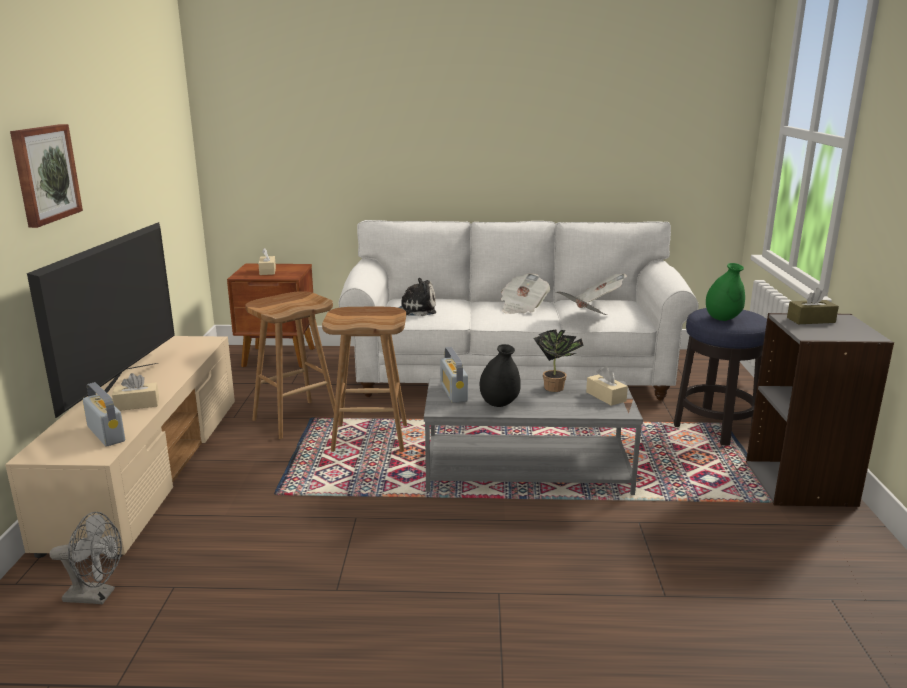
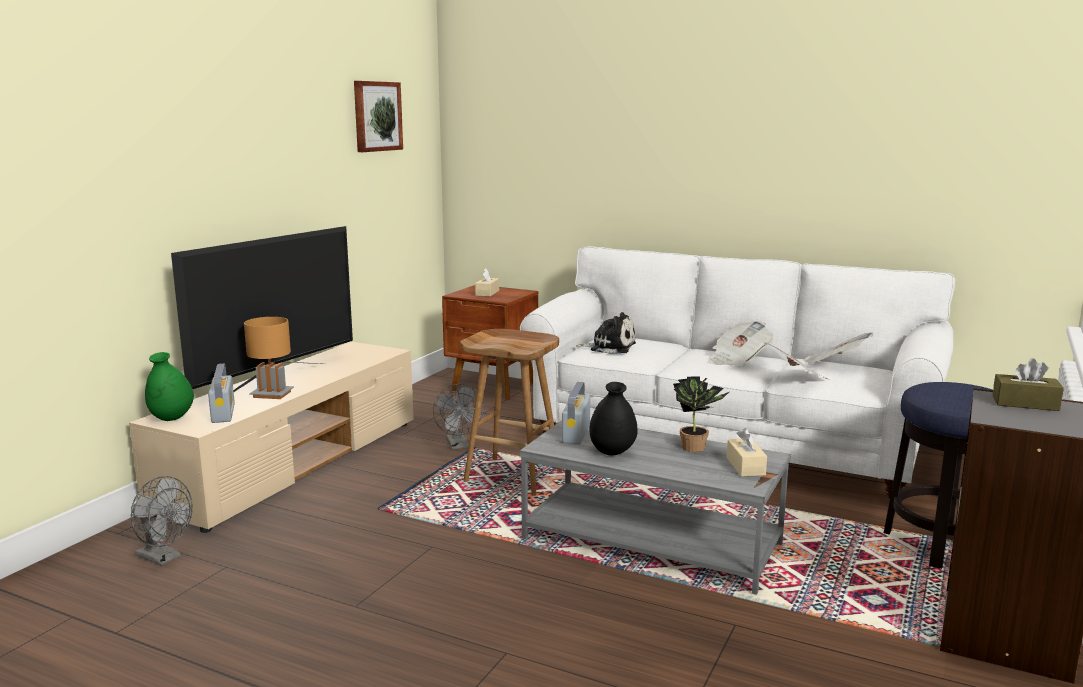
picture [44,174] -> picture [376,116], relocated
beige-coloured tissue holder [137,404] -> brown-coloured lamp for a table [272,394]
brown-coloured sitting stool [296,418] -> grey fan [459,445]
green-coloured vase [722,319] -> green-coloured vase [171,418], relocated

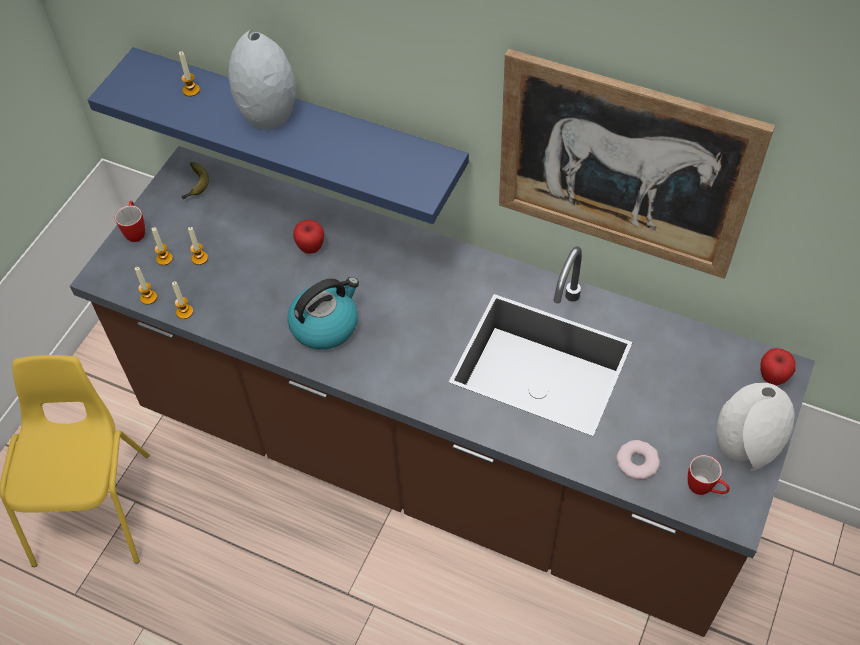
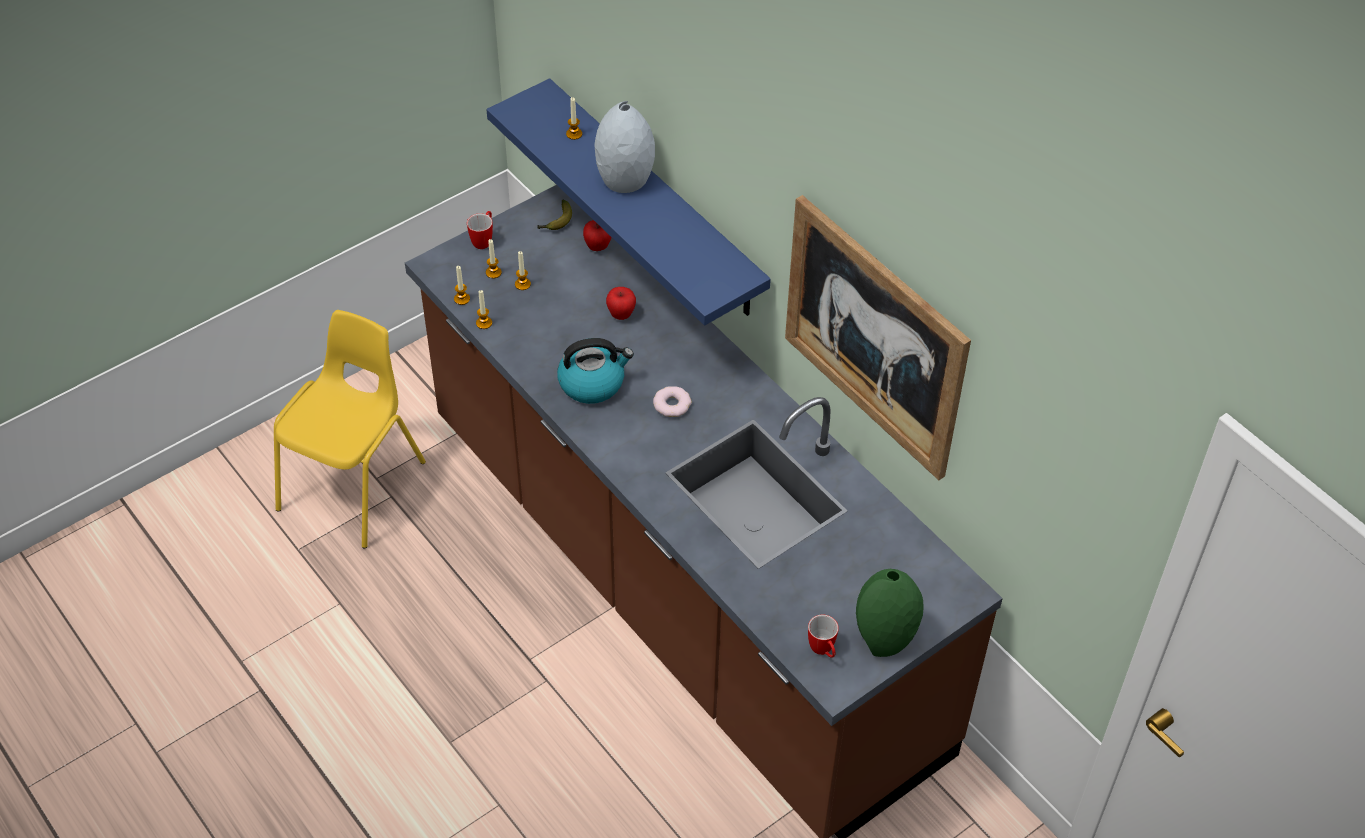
donut [637,462] -> donut [672,404], relocated
whitish vase [746,449] -> green-coloured vase [883,638]
apple fruit [772,377] -> apple fruit [598,246], relocated

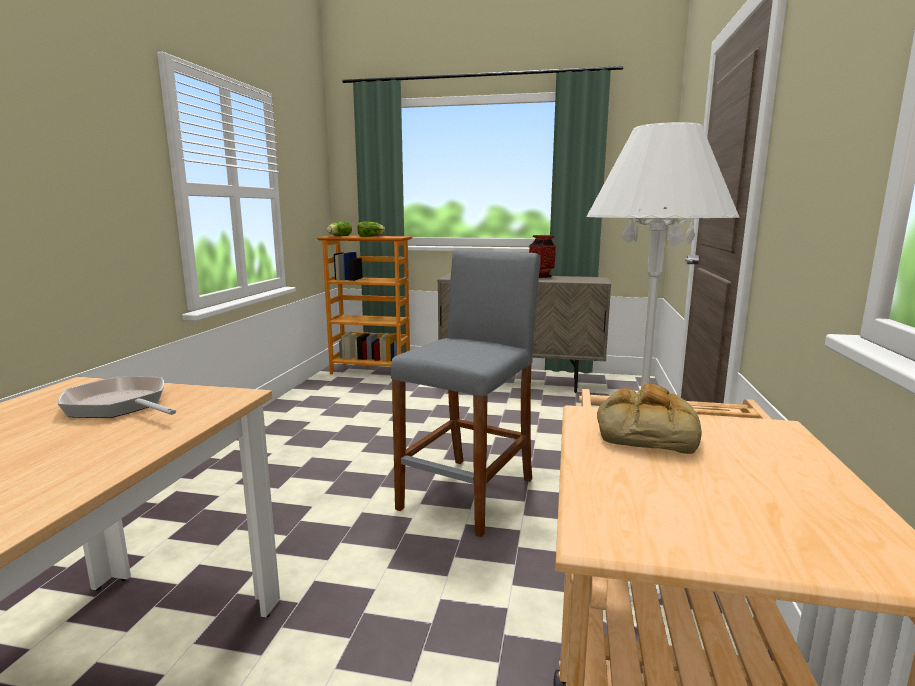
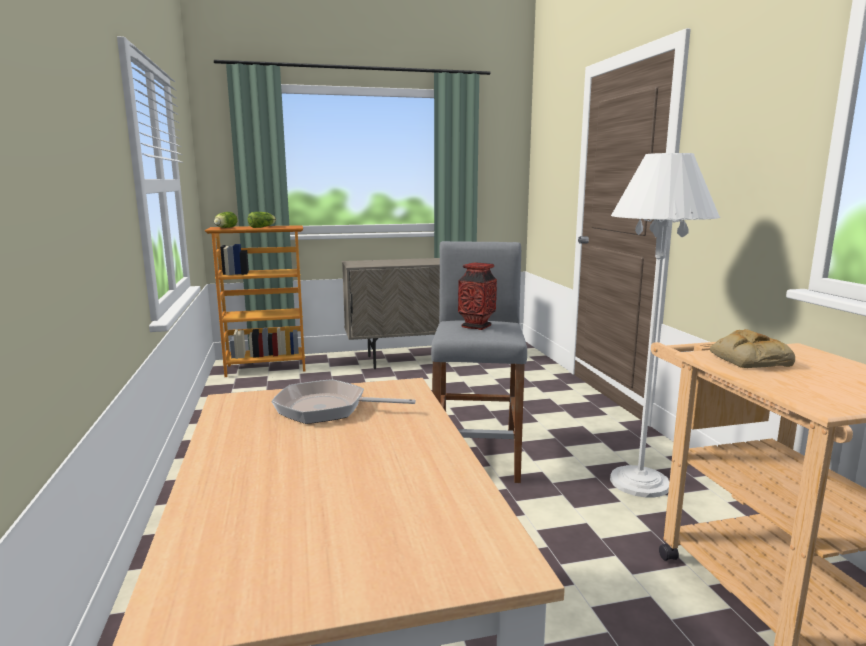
vase [541,277] -> vase [476,326], relocated

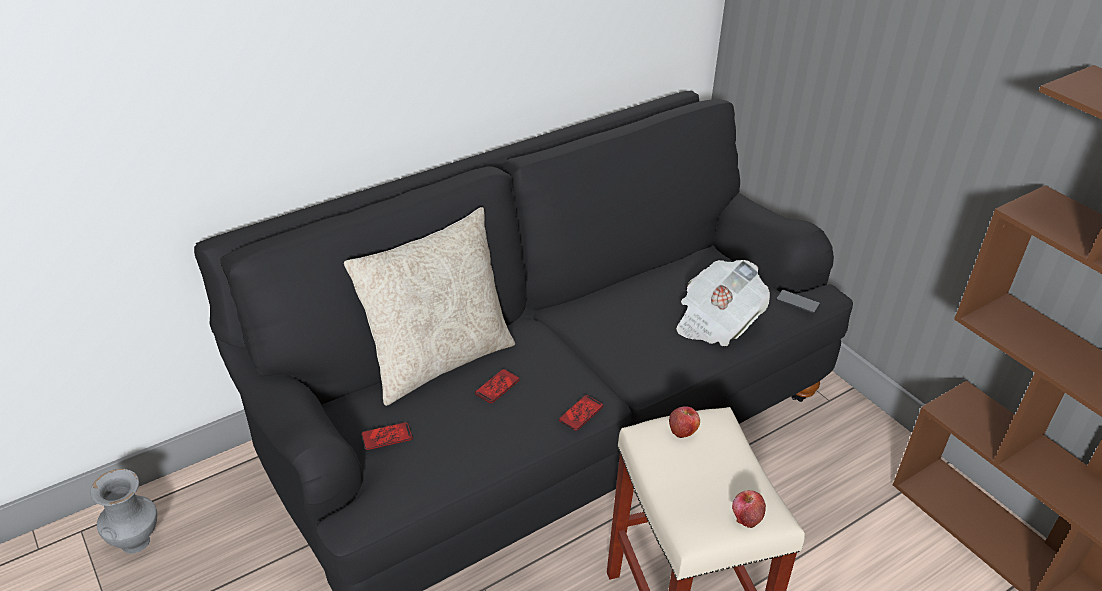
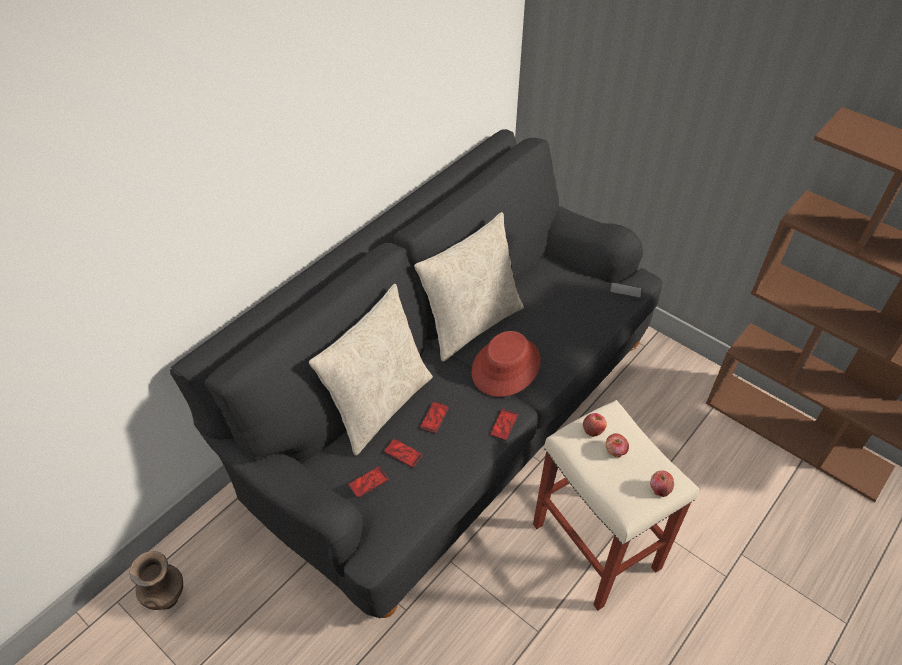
grey vase [136,540] -> brown-coloured vase [167,597]
daily paper [716,321] -> none
none -> handset [403,453]
none -> beige-coloured cushion [471,323]
none -> reddish hat [506,367]
none -> apple fruit [615,451]

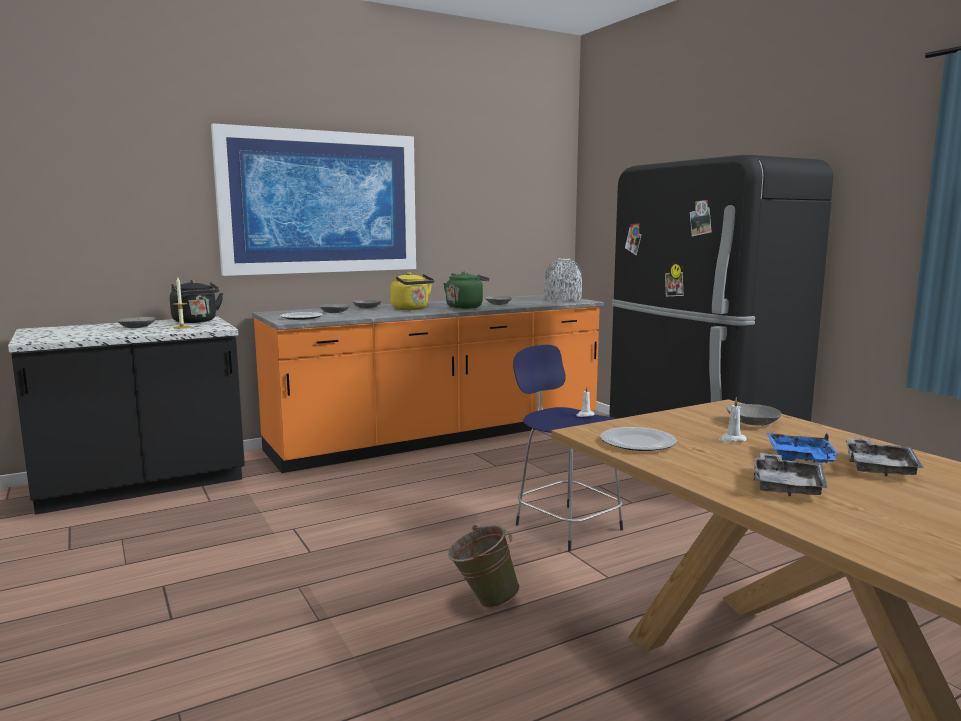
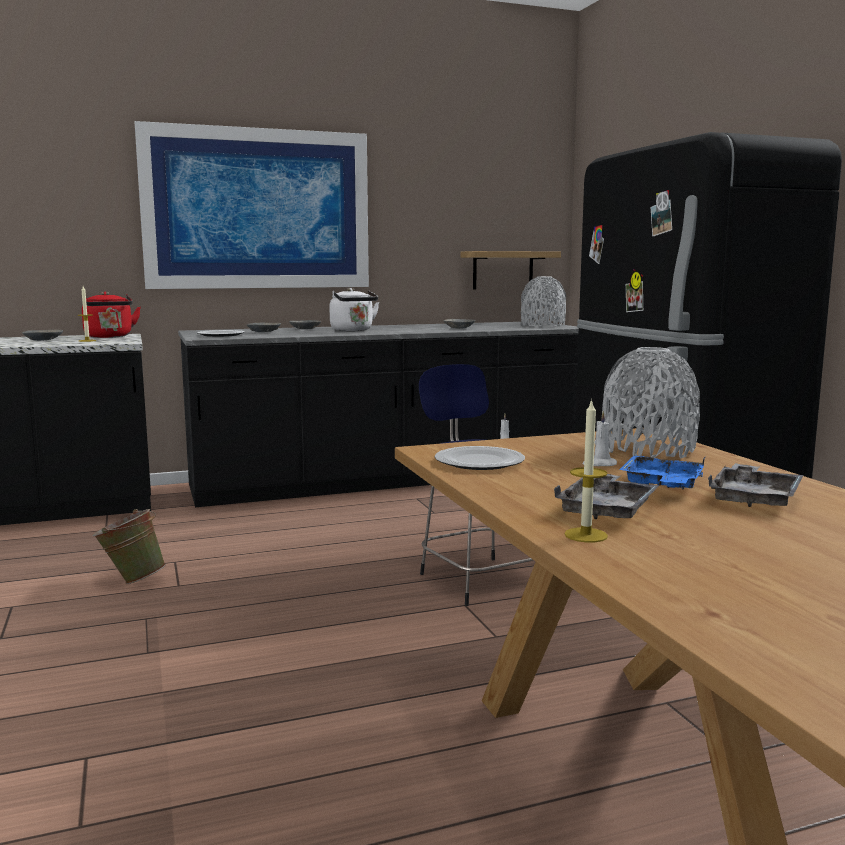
black-coloured kettle [196,321] -> reddish kettle [109,337]
orange counter [440,436] -> black-coloured counter [388,479]
yellow-coloured kettle [411,309] -> whitish kettle [353,330]
green-coloured kettle [465,307] -> none
green-coloured pail [483,601] -> green-coloured pail [131,580], relocated
grey serving bowl [752,422] -> grey vase [647,449]
none -> bracket shelf [503,270]
none -> wax light [586,535]

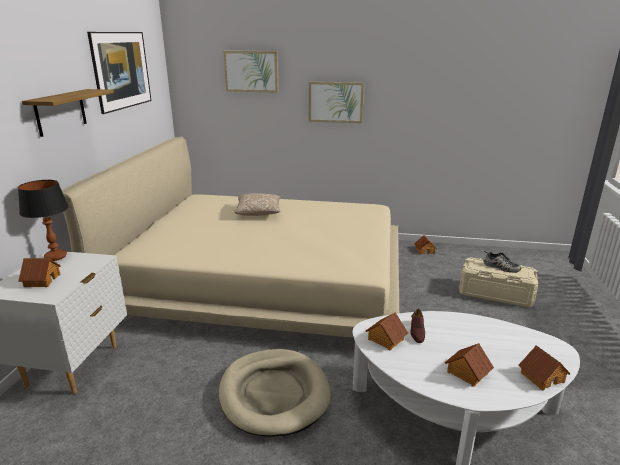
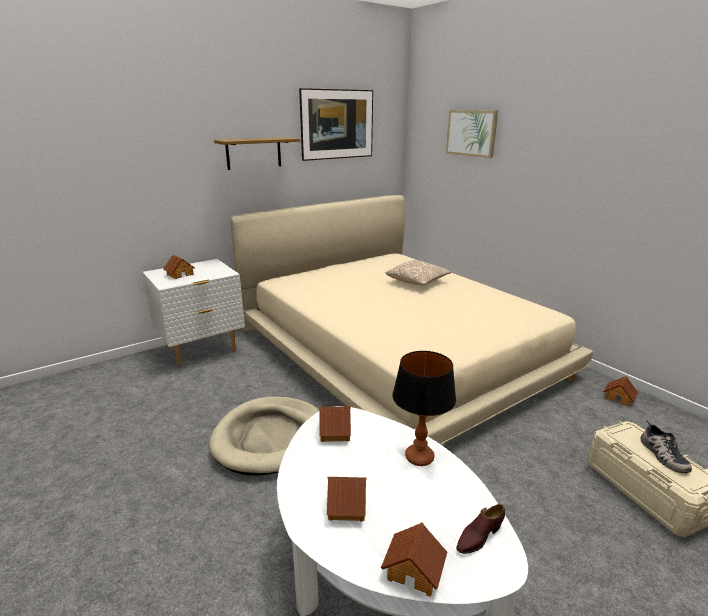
lamp for a table [55,257] -> lamp for a table [419,457], relocated
picture [335,102] -> none
brown-coloured low shoe [417,332] -> brown-coloured low shoe [479,536], relocated

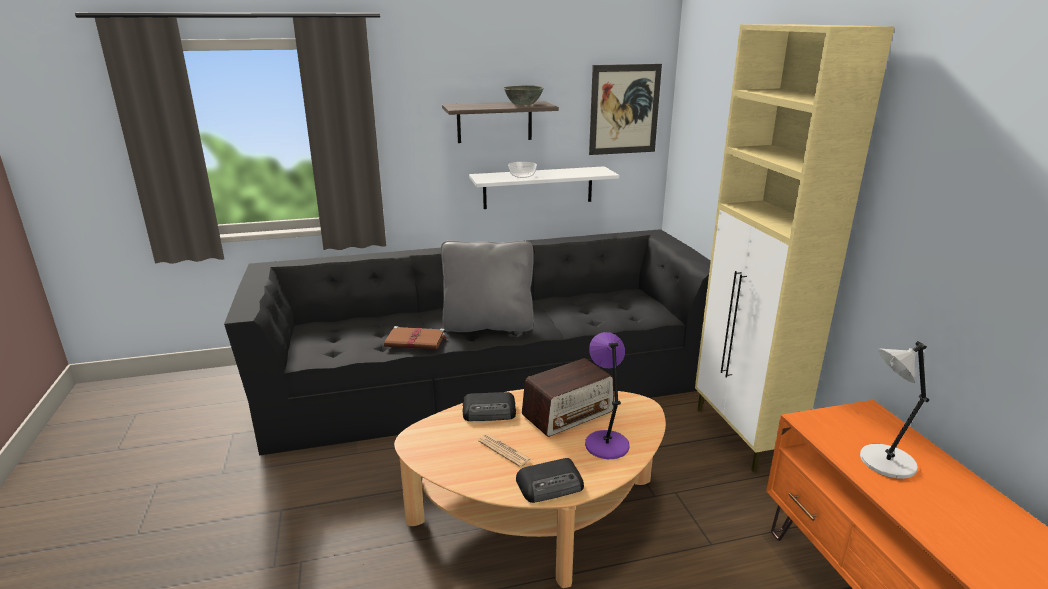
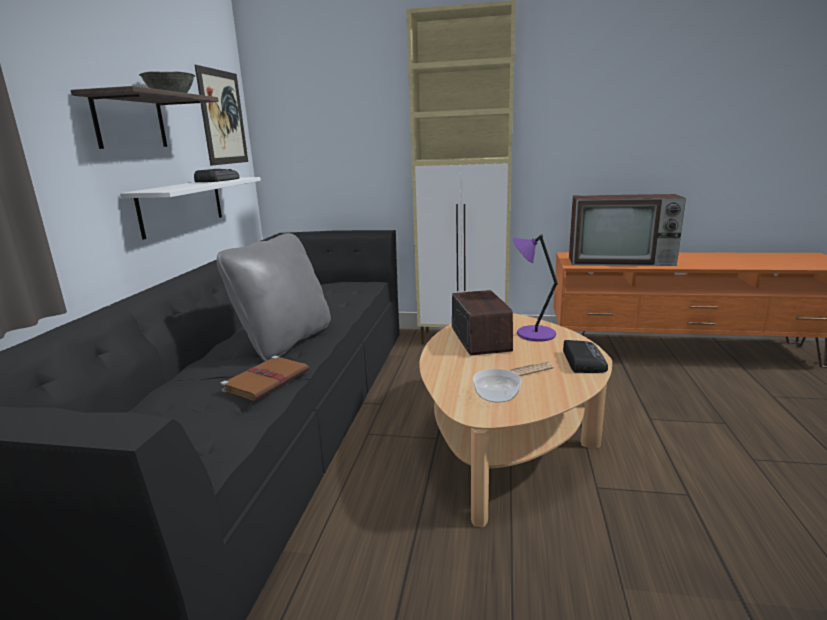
radio [490,411] -> radio [218,180], relocated
serving bowl [522,175] -> serving bowl [497,395], relocated
grey lamp for a table [885,463] -> TV [622,261]

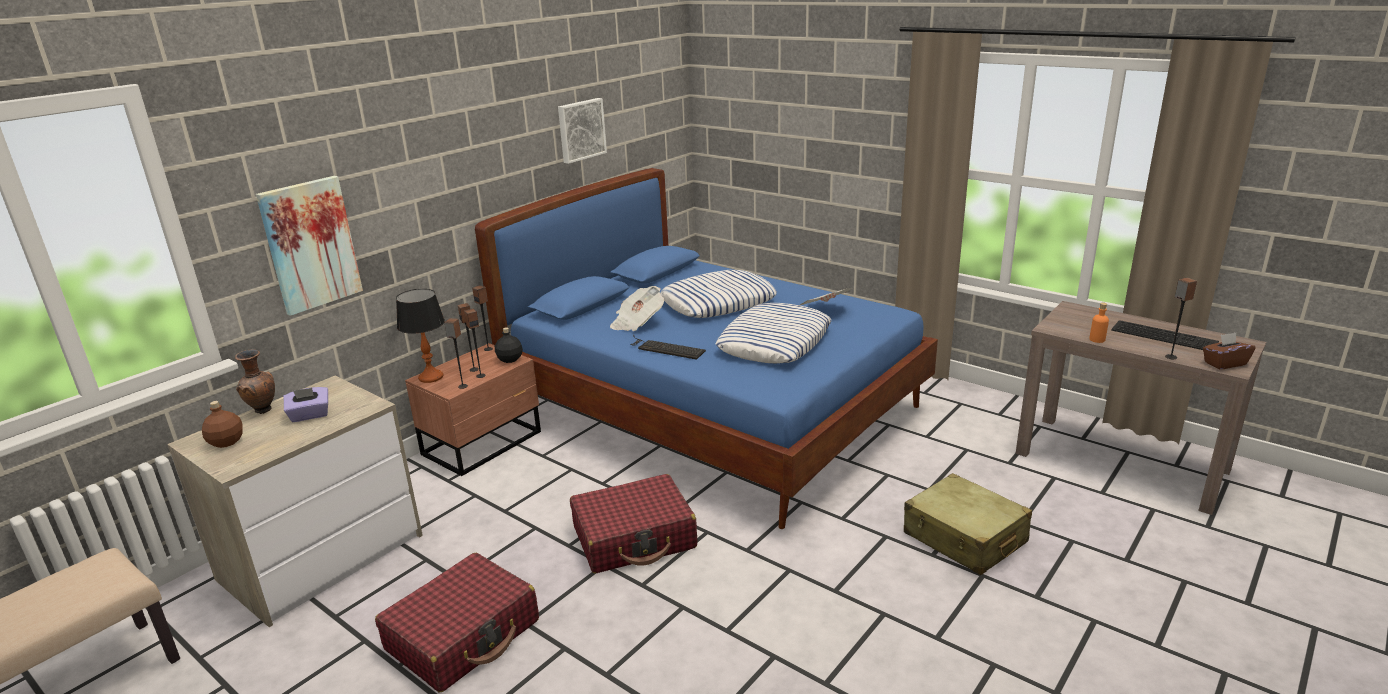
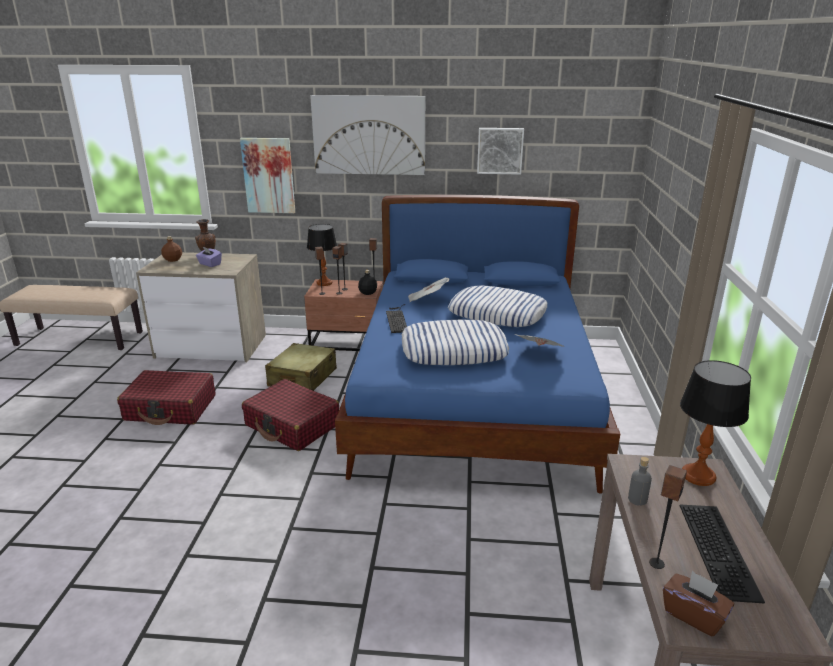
beige-coloured piece of luggage [964,538] -> beige-coloured piece of luggage [302,378], relocated
orange bottle [1097,339] -> grey bottle [637,499]
none -> picture [369,135]
none -> lamp for a table [698,476]

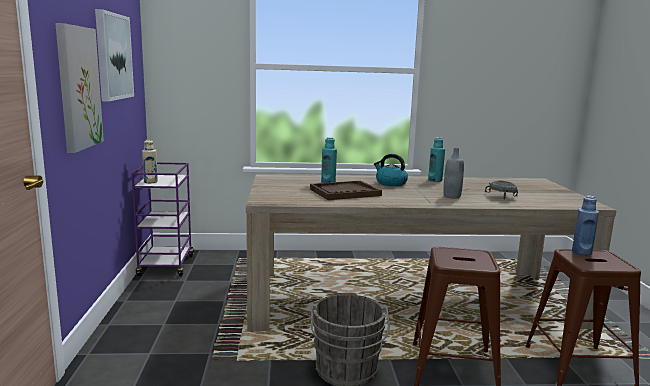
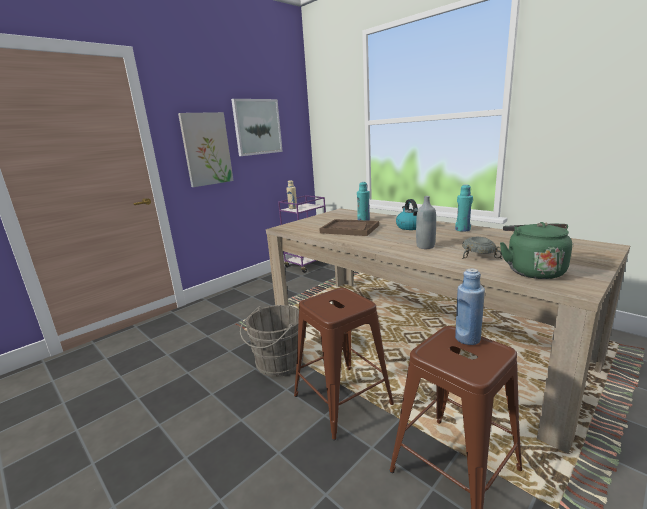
none -> green-coloured kettle [532,271]

